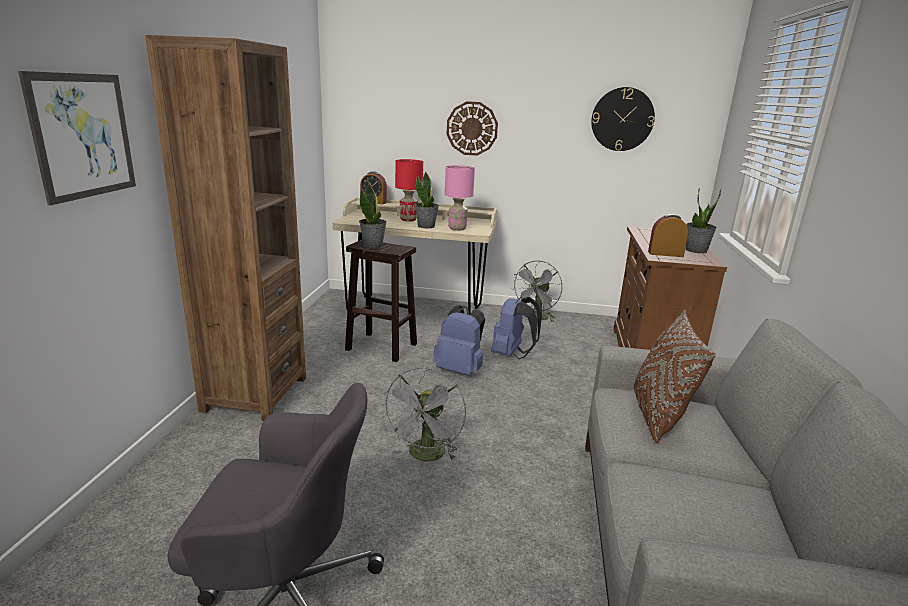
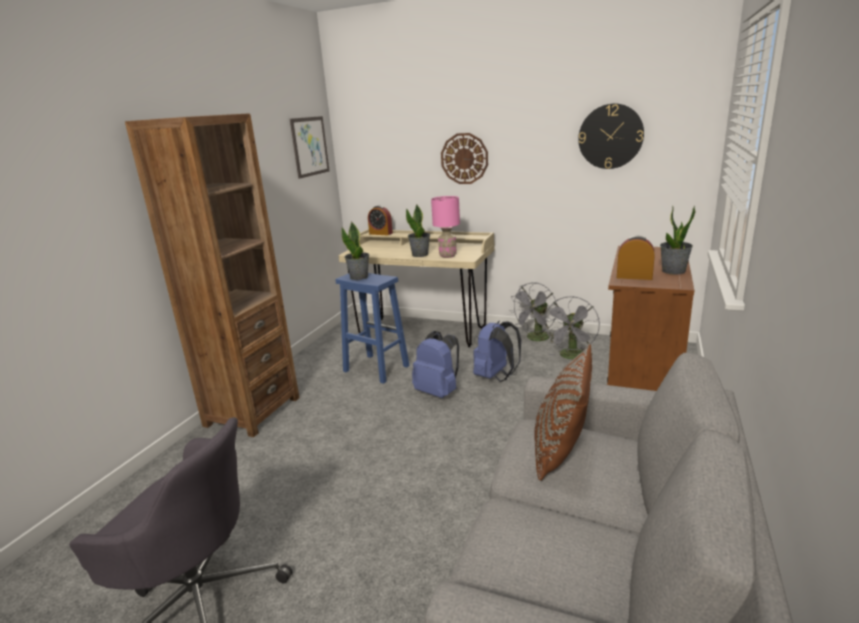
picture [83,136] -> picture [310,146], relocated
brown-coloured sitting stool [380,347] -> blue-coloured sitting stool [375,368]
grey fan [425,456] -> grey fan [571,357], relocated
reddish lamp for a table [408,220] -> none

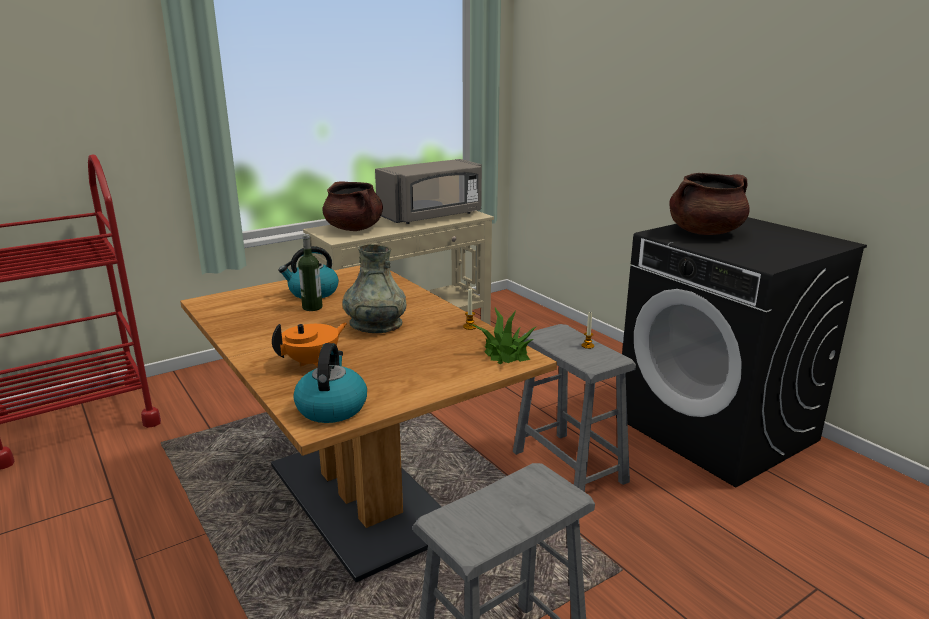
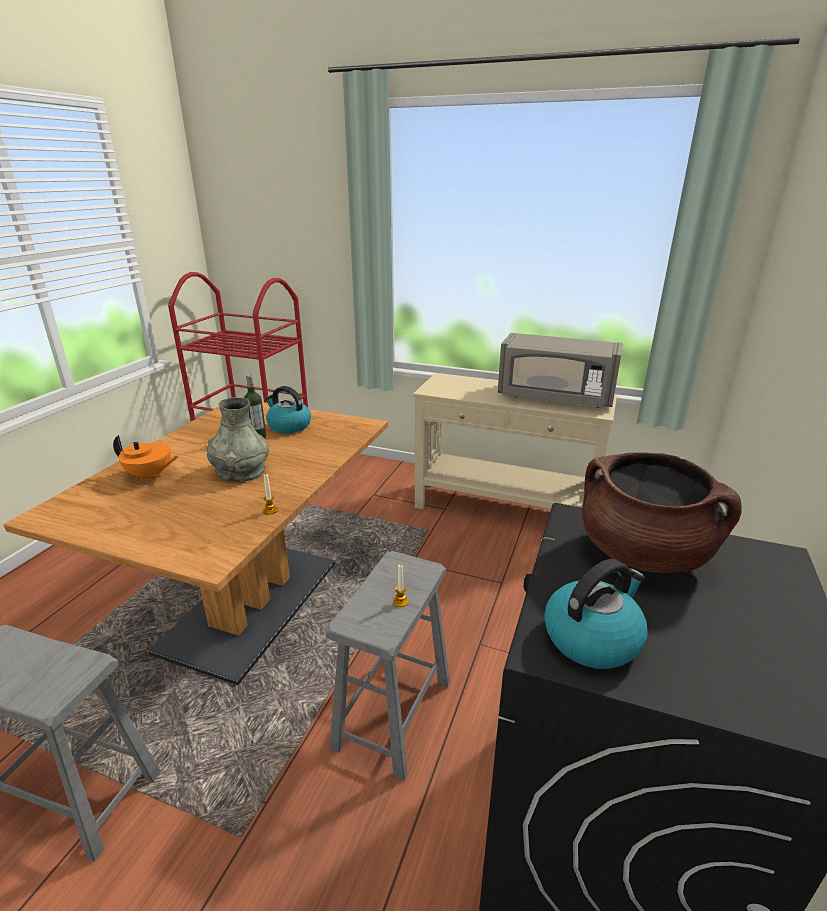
kettle [331,407] -> kettle [592,637], relocated
brown-coloured cooking pot [354,229] -> none
houseplant [506,352] -> none

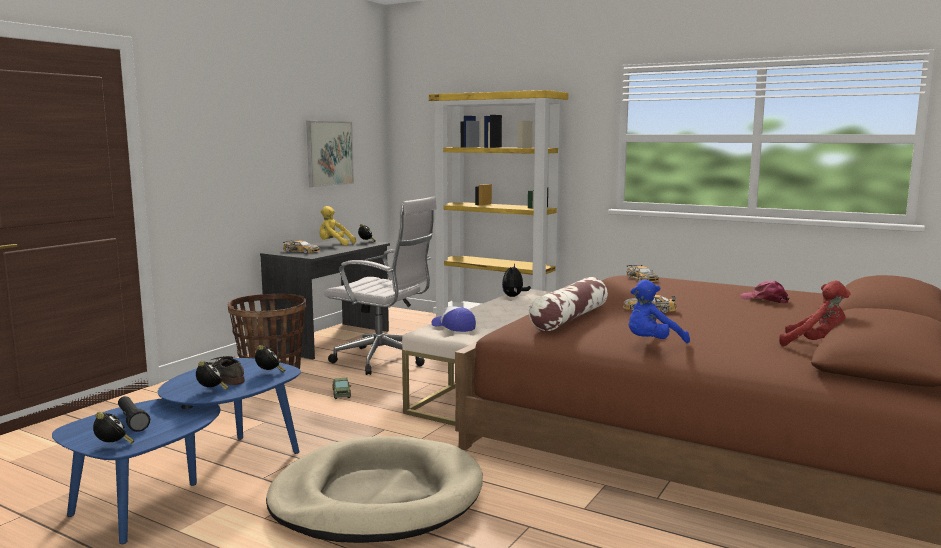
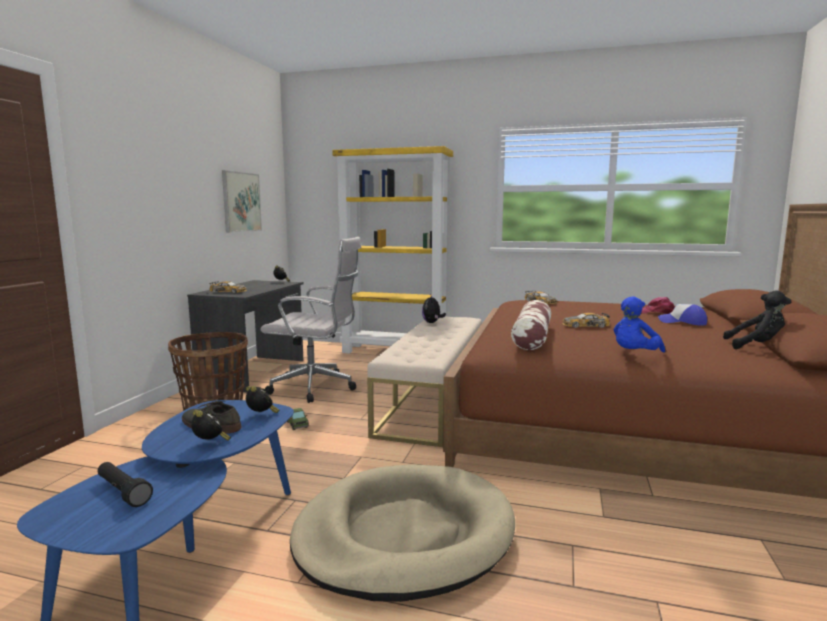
alarm clock [113,446] -> none
yellow-coloured soft toy [334,244] -> none
cap [453,326] -> cap [682,322], relocated
reddish soft toy [816,345] -> black-coloured soft toy [757,346]

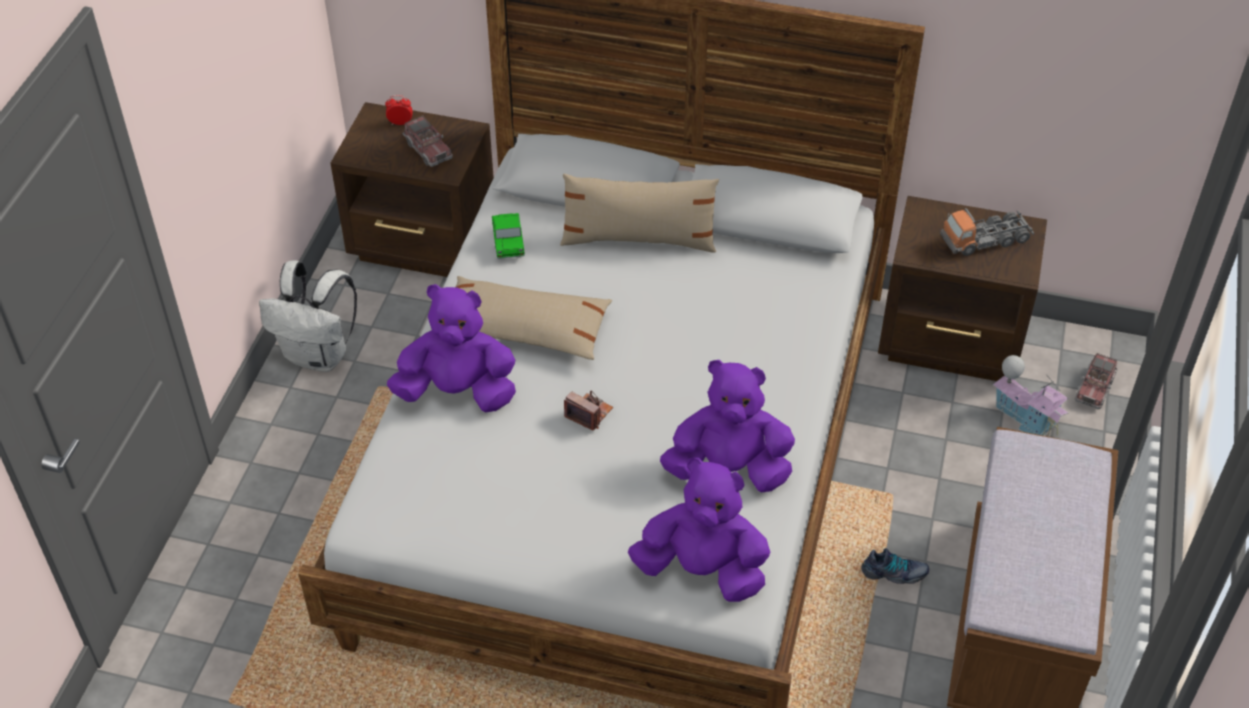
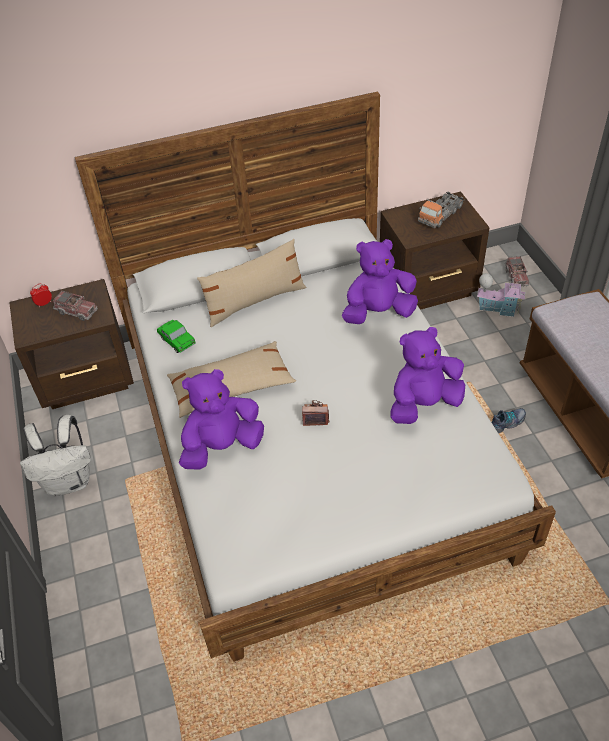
purple-coloured soft toy [702,570] -> purple-coloured soft toy [378,312], relocated

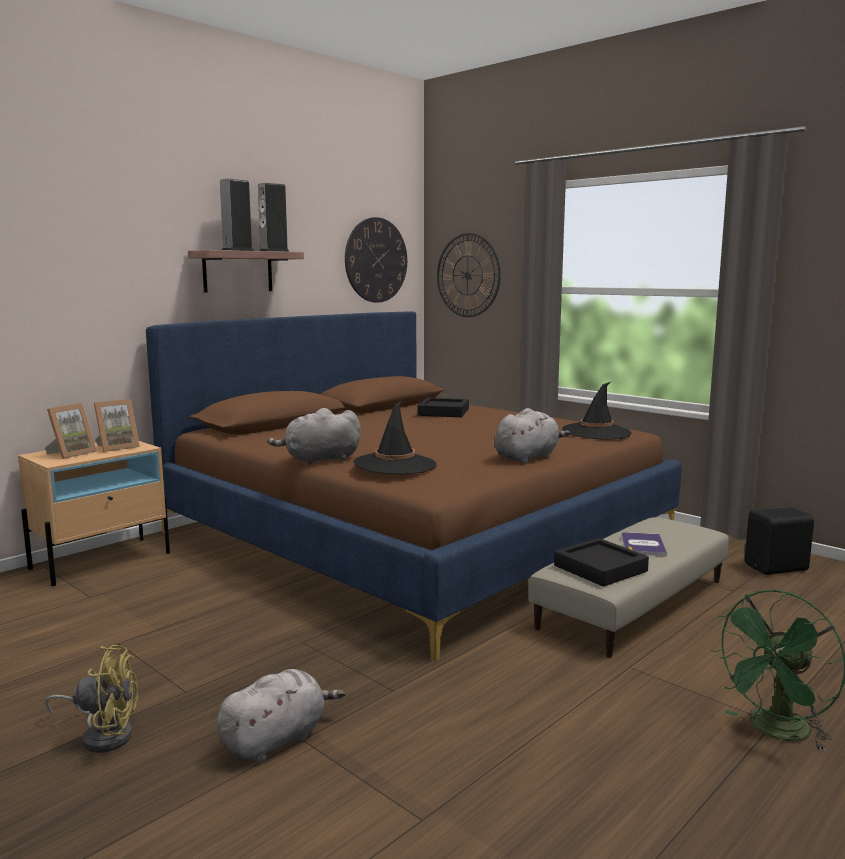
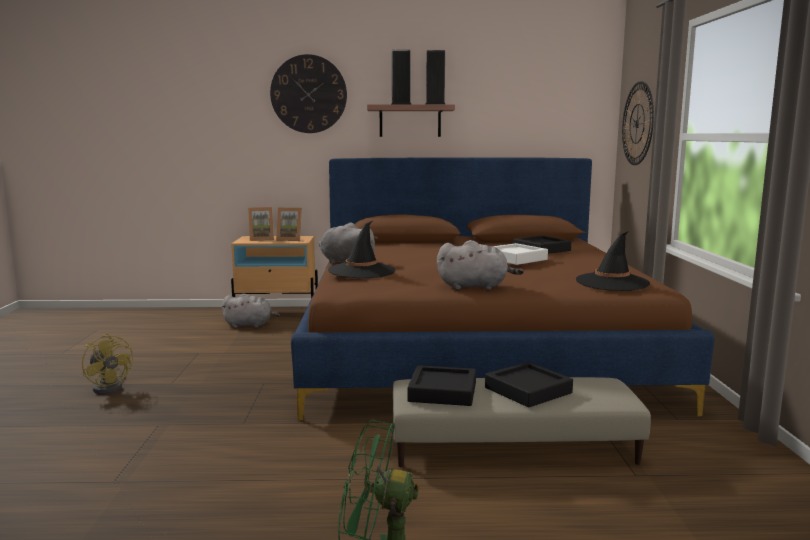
grey soft toy [277,739] -> grey soft toy [250,325], relocated
hanging clock [376,260] -> hanging clock [308,94], relocated
book [643,545] -> black-coloured serving tray [528,390]
black-coloured speaker [777,568] -> none
none -> whitish serving tray [516,259]

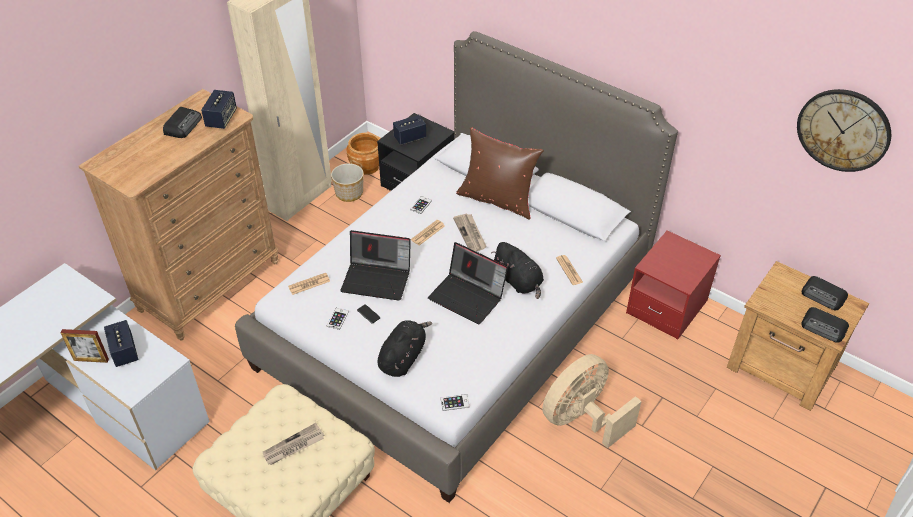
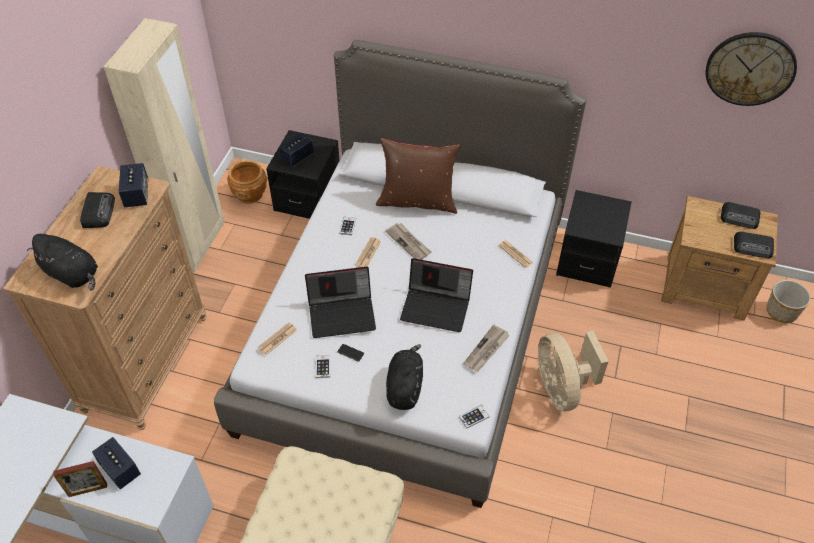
daily paper [293,446] -> daily paper [486,350], relocated
flower pot [349,193] -> flower pot [782,312], relocated
black-coloured soft toy [519,282] -> black-coloured soft toy [73,274], relocated
beige-coloured fan [582,419] -> beige-coloured fan [561,388], 45 degrees counterclockwise
reddish nightstand [666,307] -> black-coloured nightstand [587,259]

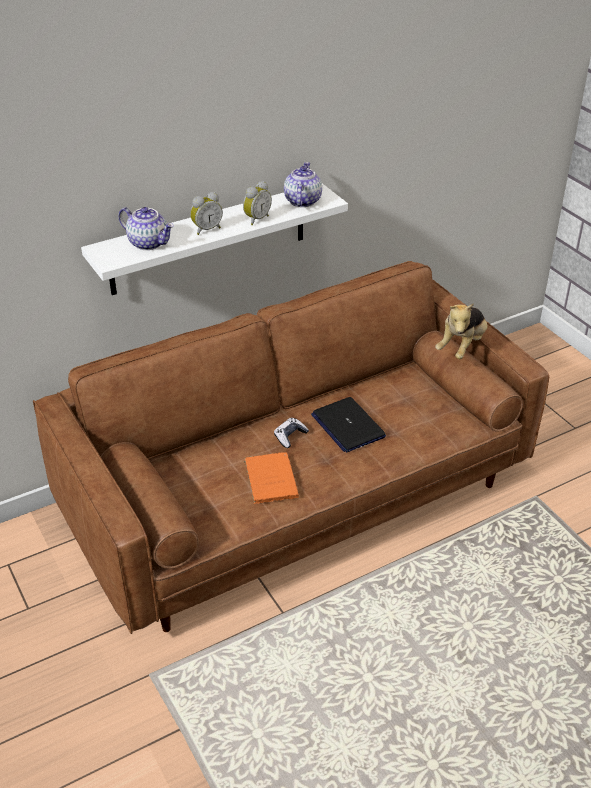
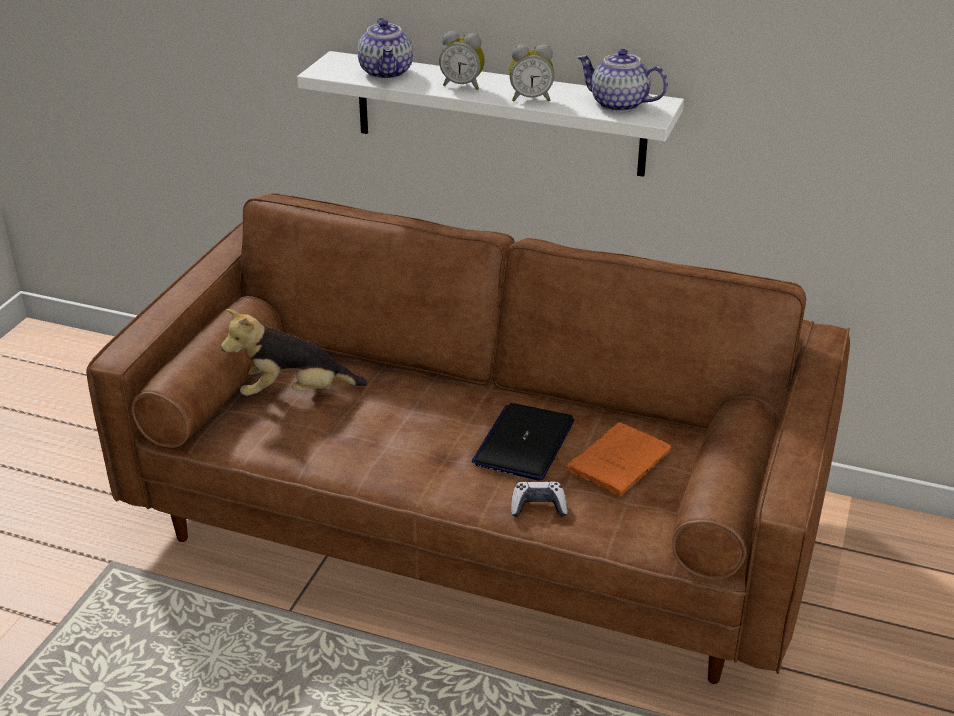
orange book [270,478] -> orange book [620,460], relocated
joypad [290,436] -> joypad [538,507], relocated
pot for tea [302,201] -> pot for tea [618,104], 120 degrees counterclockwise
soft toy [462,346] -> soft toy [294,393], relocated

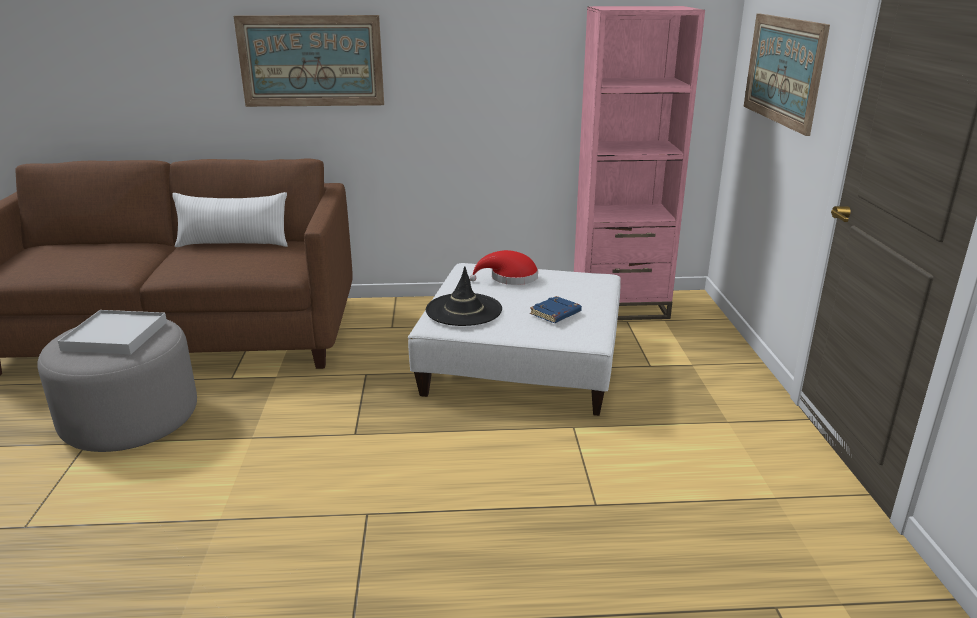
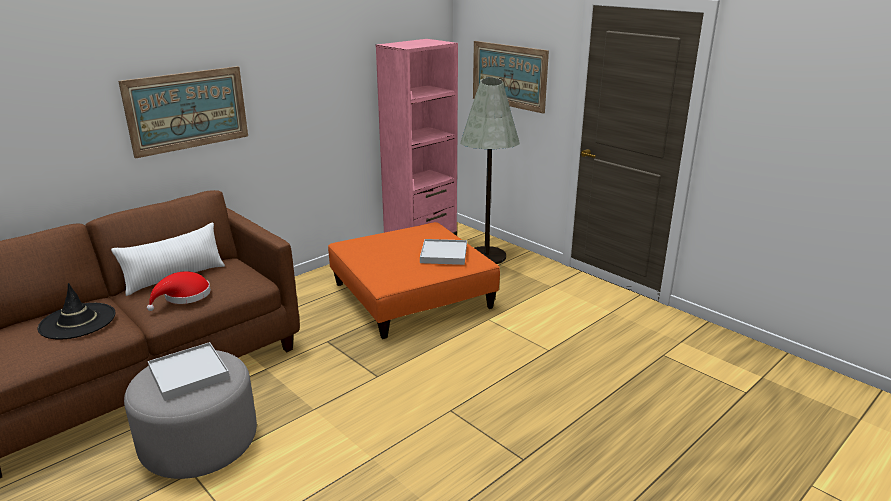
whitish ottoman [523,361] -> orange ottoman [412,296]
black-coloured hat [463,310] -> black-coloured hat [77,321], relocated
reddish hat [510,278] -> reddish hat [184,296], relocated
blue-coloured book [555,314] -> whitish serving tray [444,254]
none -> grey floor lamp [486,256]

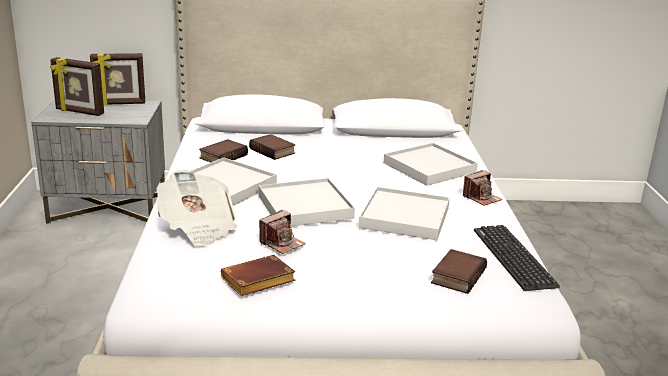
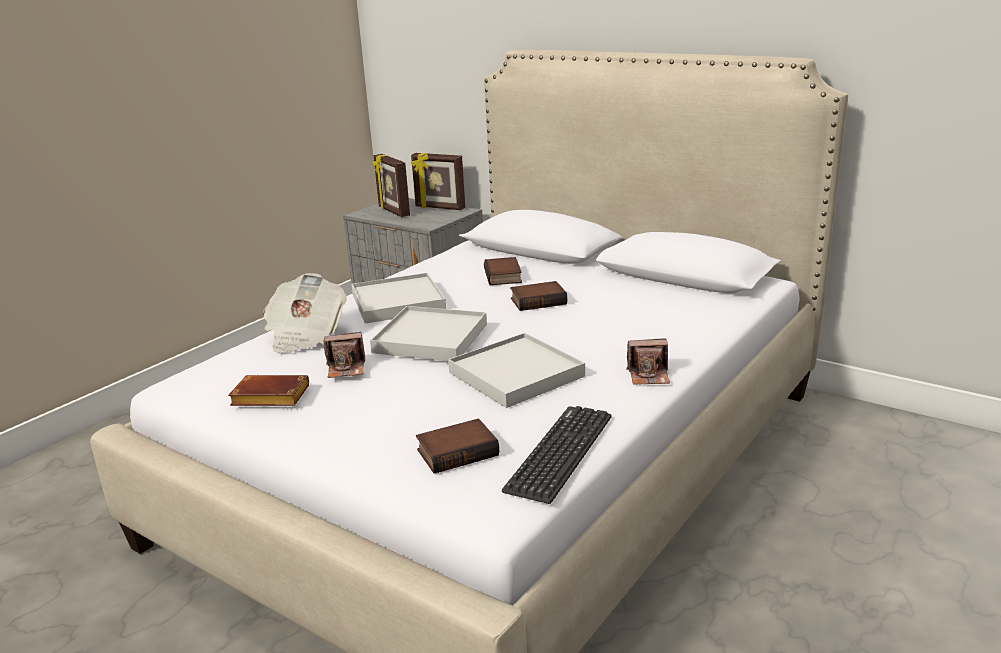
book [223,156] -> book [538,300], relocated
whitish serving tray [429,167] -> none

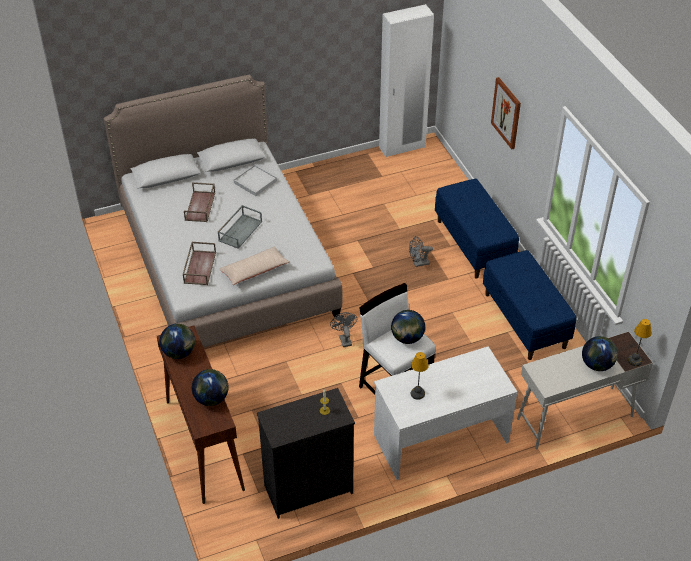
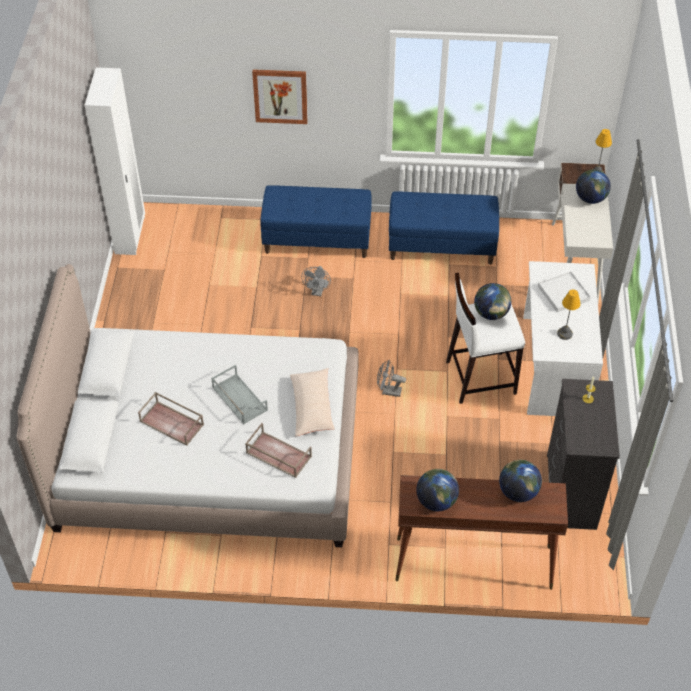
whitish serving tray [255,182] -> whitish serving tray [563,293], relocated

